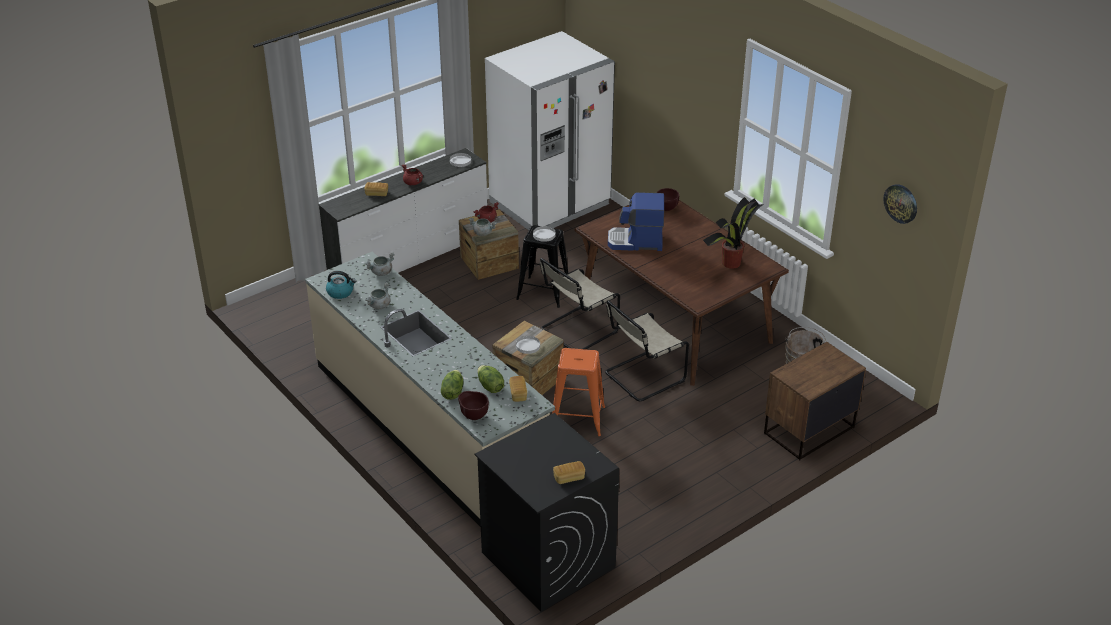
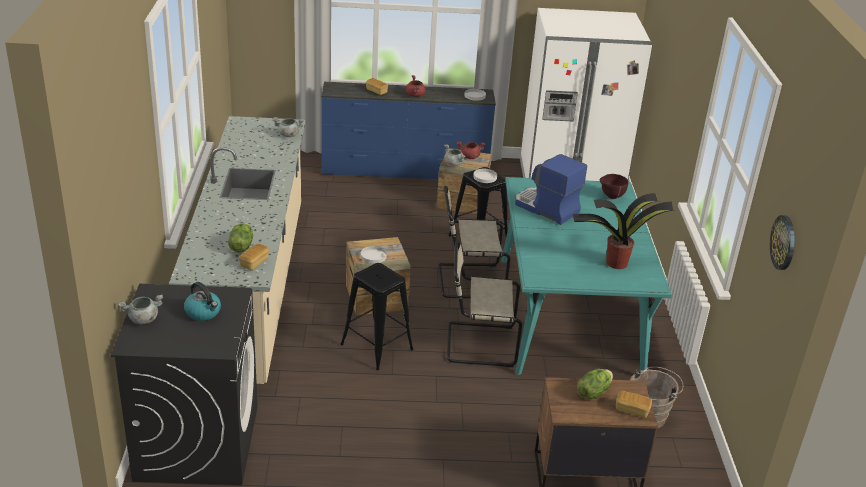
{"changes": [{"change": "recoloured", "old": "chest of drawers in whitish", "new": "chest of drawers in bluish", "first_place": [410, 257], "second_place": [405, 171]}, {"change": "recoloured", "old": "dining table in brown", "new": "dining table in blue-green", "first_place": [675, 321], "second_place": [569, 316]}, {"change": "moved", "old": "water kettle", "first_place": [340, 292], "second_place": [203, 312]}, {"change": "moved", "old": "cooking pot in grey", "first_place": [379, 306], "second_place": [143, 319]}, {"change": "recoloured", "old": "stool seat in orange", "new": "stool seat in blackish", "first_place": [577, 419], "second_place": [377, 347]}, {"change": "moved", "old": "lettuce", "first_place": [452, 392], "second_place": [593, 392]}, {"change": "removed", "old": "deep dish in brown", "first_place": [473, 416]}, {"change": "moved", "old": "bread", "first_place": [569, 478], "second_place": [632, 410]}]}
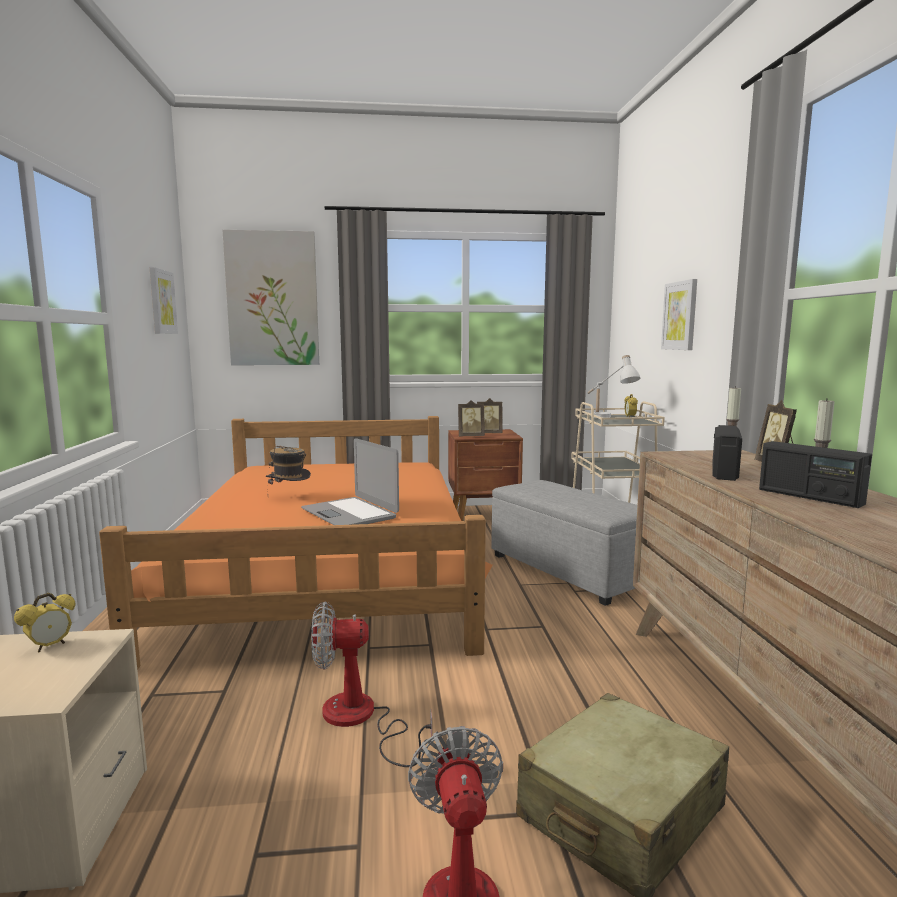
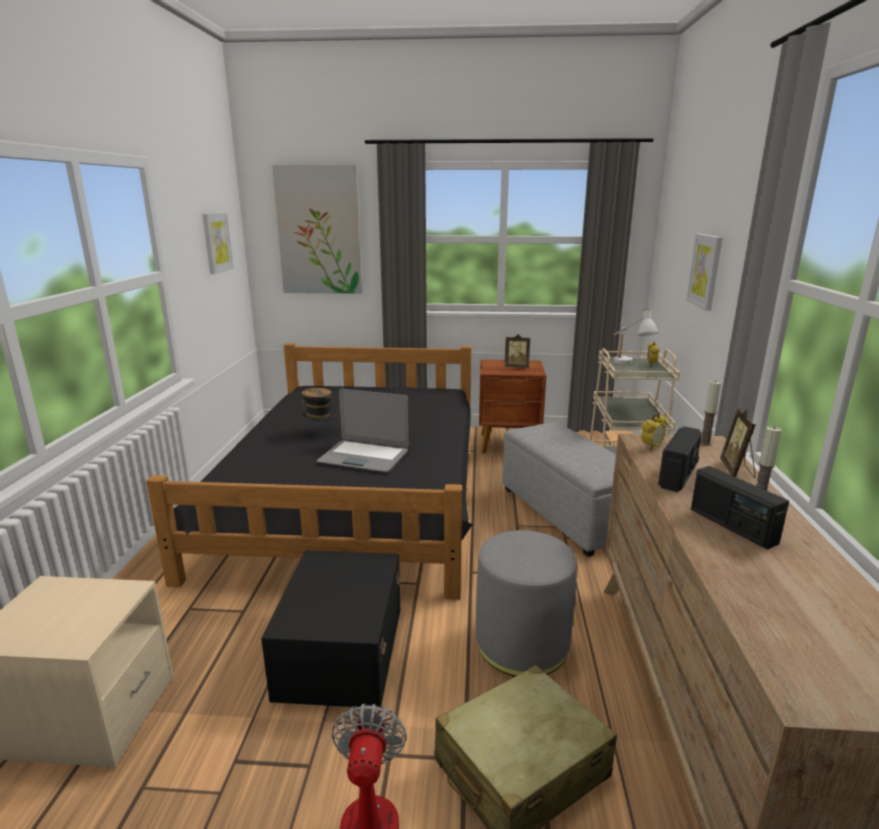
{"changes": [{"change": "removed", "old": "photo frame", "first_place": [470, 436]}, {"change": "recoloured", "old": "bedroom bed in orange", "new": "bedroom bed in blackish", "first_place": [329, 568], "second_place": [355, 492]}, {"change": "turned", "old": "notebook computer", "first_place": [350, 513], "second_place": [364, 457], "degrees": -45}, {"change": "moved", "old": "table clock", "first_place": [50, 646], "second_place": [651, 447]}, {"change": "replaced", "old": "cooling fan", "new": "storage bin in blackish", "first_place": [360, 719], "second_place": [340, 652]}, {"change": "added", "new": "ottoman in grey", "second_place": [522, 644]}]}
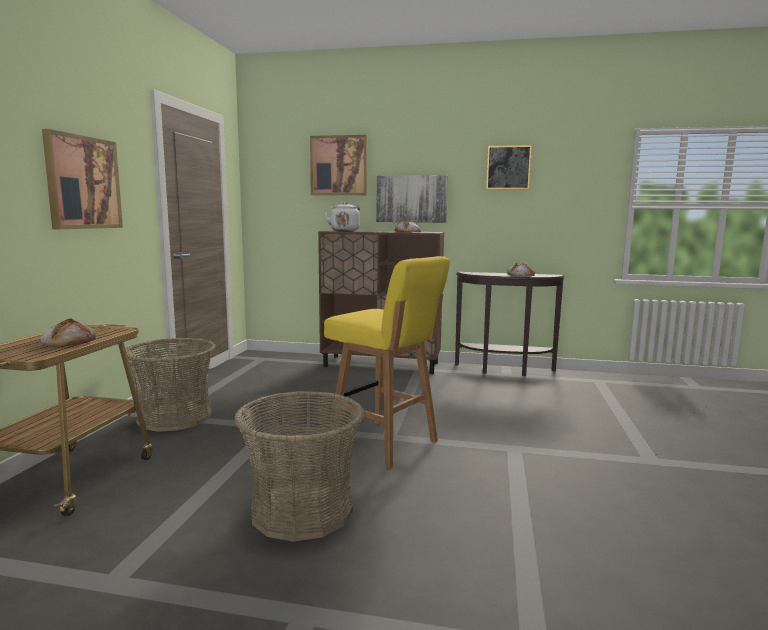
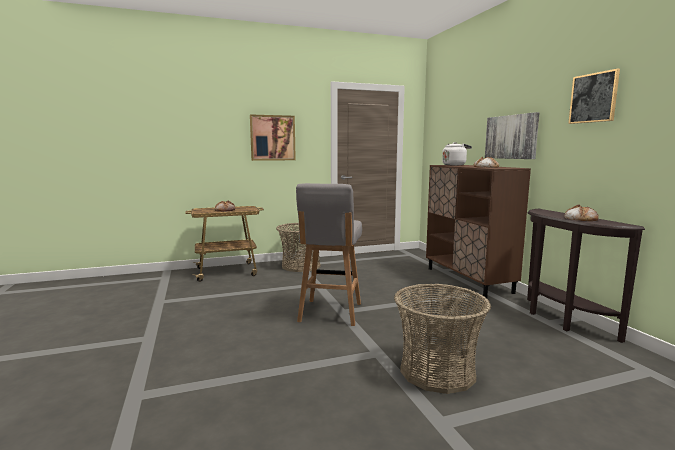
{"changes": [{"change": "removed", "old": "wall picture", "first_place": [339, 165]}, {"change": "recoloured", "old": "stool seat in yellowish", "new": "stool seat in grey", "first_place": [385, 444], "second_place": [330, 313]}, {"change": "moved", "old": "basket", "first_place": [302, 511], "second_place": [437, 371]}]}
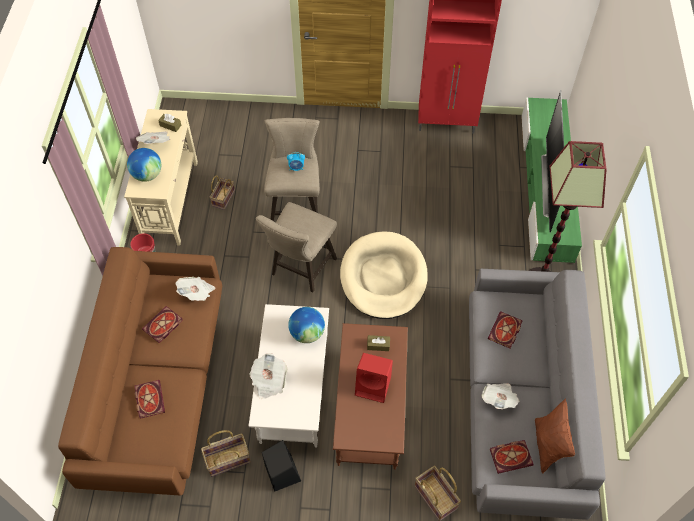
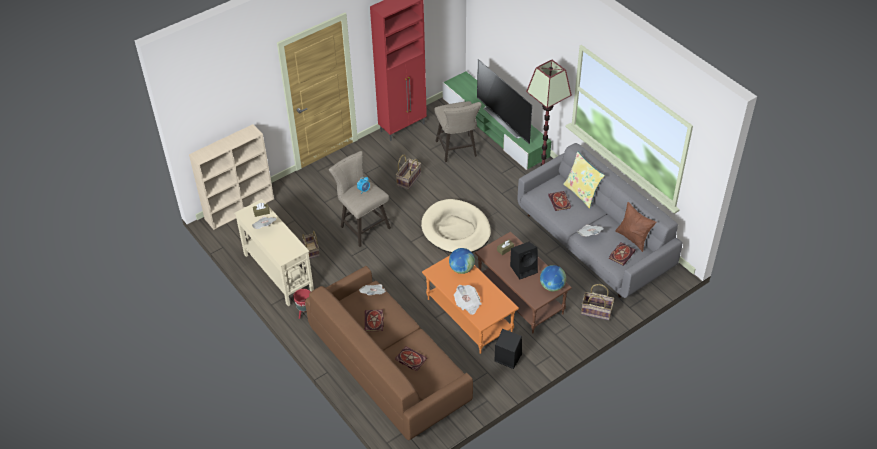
{"changes": [{"change": "moved", "old": "globe", "first_place": [147, 175], "second_place": [552, 286]}, {"change": "moved", "old": "stool seat in beige-coloured", "first_place": [301, 269], "second_place": [457, 150]}, {"change": "recoloured", "old": "low table in whitish", "new": "low table in orange", "first_place": [293, 389], "second_place": [468, 316]}, {"change": "recoloured", "old": "speaker in reddish", "new": "speaker in blackish", "first_place": [374, 386], "second_place": [524, 269]}, {"change": "moved", "old": "basket", "first_place": [228, 459], "second_place": [408, 179]}, {"change": "added", "new": "bookcase in beige-coloured", "second_place": [240, 208]}, {"change": "added", "new": "throw pillow in yellowish", "second_place": [581, 193]}]}
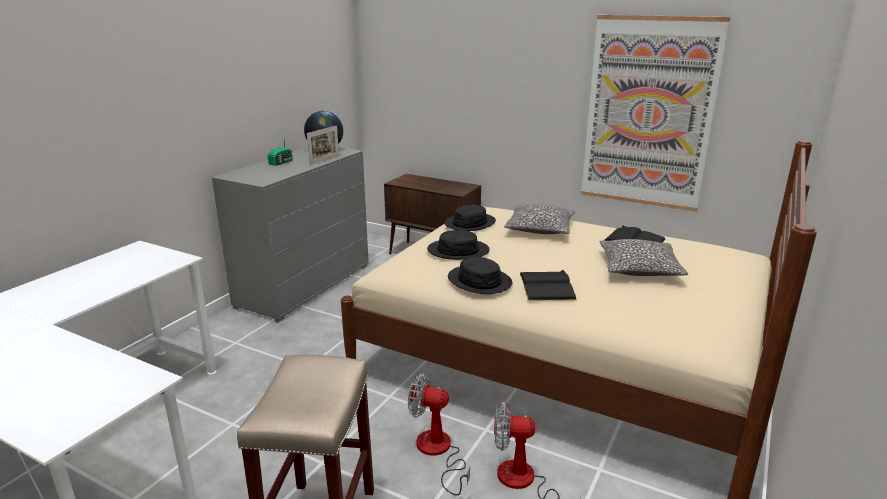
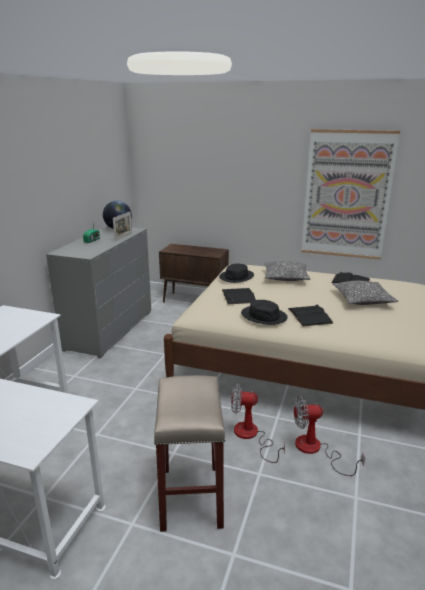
{"changes": [{"change": "replaced", "old": "wearable hat in blackish", "new": "volume in blackish", "first_place": [458, 250], "second_place": [238, 296]}]}
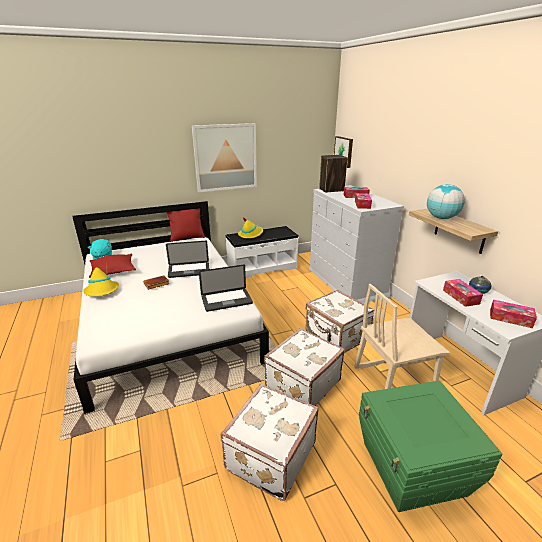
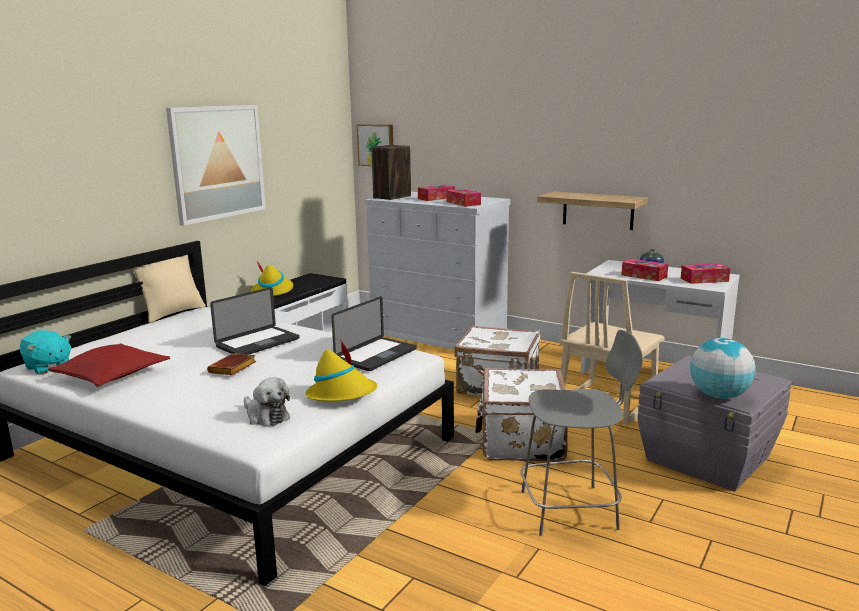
{"changes": [{"change": "moved", "old": "globe", "first_place": [441, 218], "second_place": [719, 396]}, {"change": "recoloured", "old": "throw pillow in reddish", "new": "throw pillow in beige-coloured", "first_place": [187, 238], "second_place": [173, 313]}, {"change": "moved", "old": "wearable hat in yellowish", "first_place": [102, 291], "second_place": [342, 394]}, {"change": "recoloured", "old": "storage bin in greenish", "new": "storage bin in grey", "first_place": [412, 469], "second_place": [708, 459]}, {"change": "replaced", "old": "suitcase in whitish", "new": "plain chair in grey", "first_place": [269, 455], "second_place": [572, 509]}, {"change": "added", "new": "cuddly toy", "second_place": [266, 416]}]}
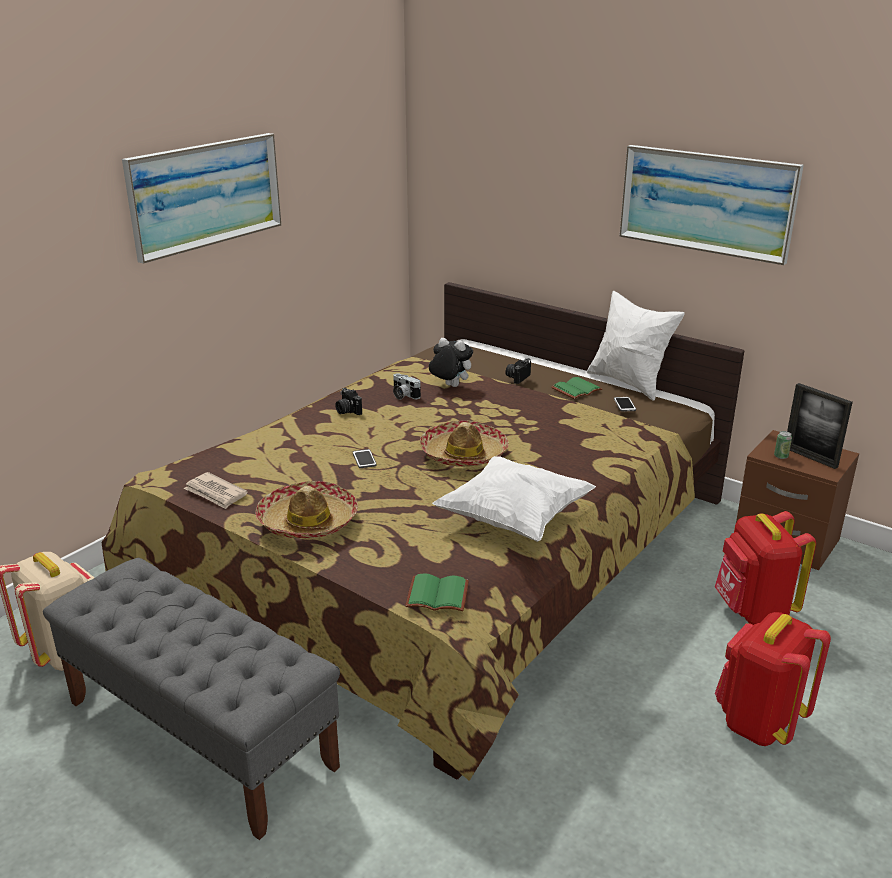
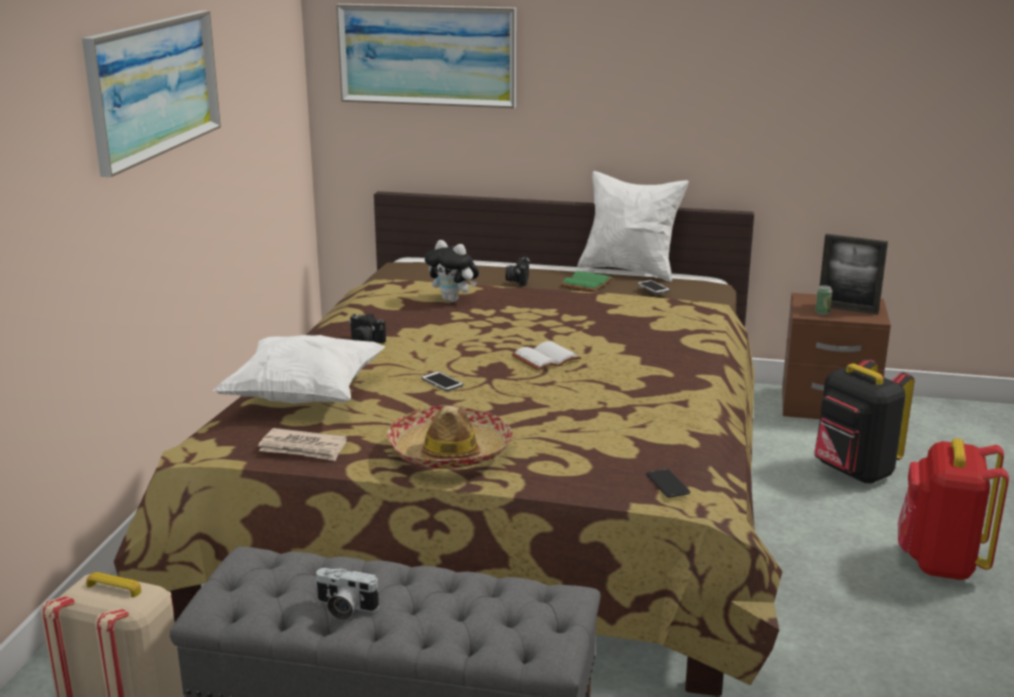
{"changes": [{"change": "moved", "old": "wall picture", "first_place": [706, 202], "second_place": [427, 55]}, {"change": "turned", "old": "cuddly toy", "first_place": [449, 386], "second_place": [453, 300], "degrees": -150}, {"change": "moved", "old": "still camera", "first_place": [403, 395], "second_place": [344, 608]}, {"change": "replaced", "old": "wearable hat", "new": "volume in whitish", "first_place": [464, 454], "second_place": [546, 357]}, {"change": "moved", "old": "throw pillow in whitish", "first_place": [514, 519], "second_place": [304, 397]}, {"change": "recoloured", "old": "rucksack in reddish", "new": "rucksack in blackish", "first_place": [753, 612], "second_place": [853, 472]}, {"change": "replaced", "old": "volume in greenish", "new": "telephone", "first_place": [438, 594], "second_place": [667, 484]}]}
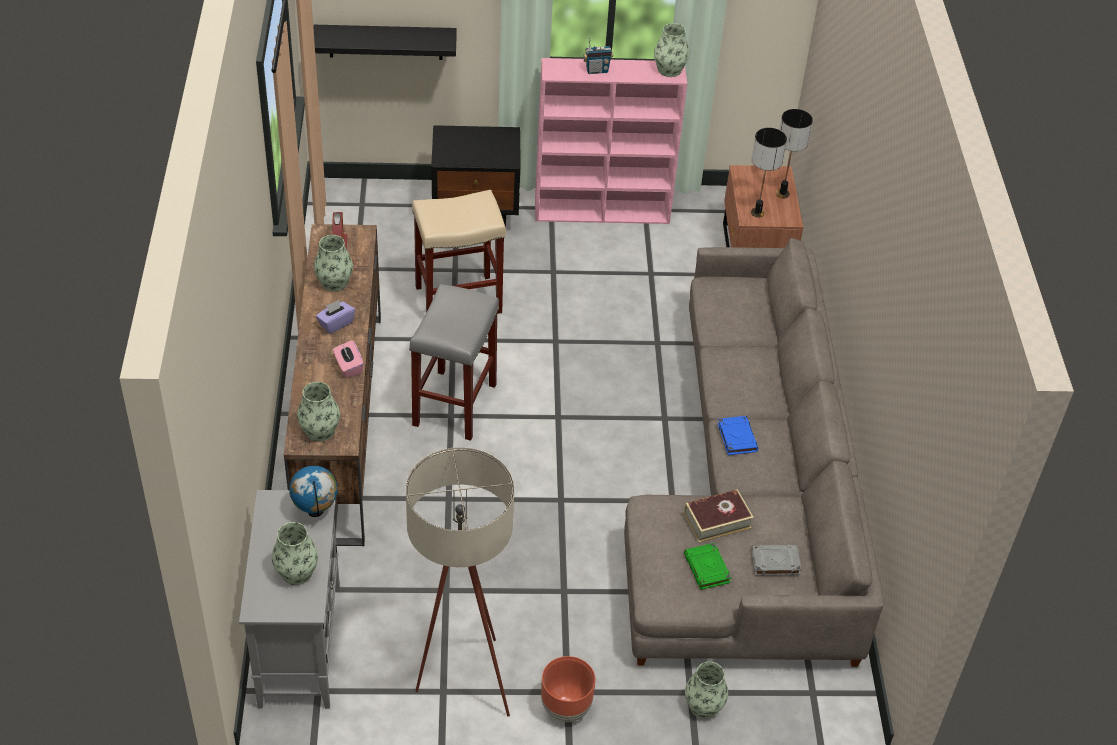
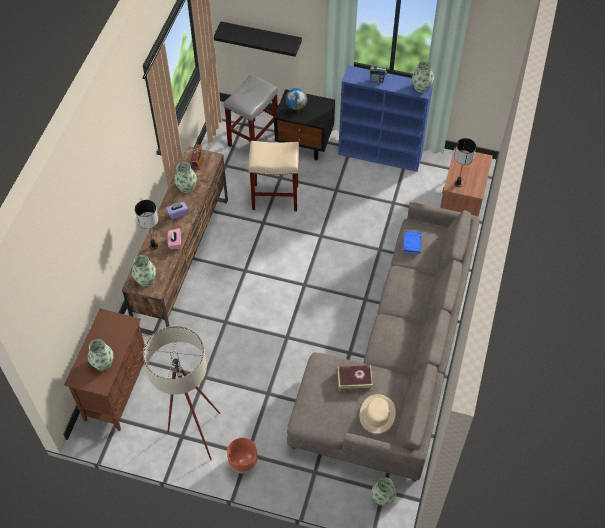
{"changes": [{"change": "recoloured", "old": "bookcase in pinkish", "new": "bookcase in bluish", "first_place": [603, 211], "second_place": [380, 155]}, {"change": "moved", "old": "tabletop lamp", "first_place": [783, 194], "second_place": [153, 246]}, {"change": "moved", "old": "stool seat in grey", "first_place": [454, 403], "second_place": [253, 138]}, {"change": "moved", "old": "volume in bluish", "first_place": [736, 437], "second_place": [411, 243]}, {"change": "moved", "old": "globe", "first_place": [316, 511], "second_place": [296, 110]}, {"change": "recoloured", "old": "storage cabinet in grey", "new": "storage cabinet in brown", "first_place": [300, 644], "second_place": [117, 390]}, {"change": "removed", "old": "volume in greenish", "first_place": [707, 569]}, {"change": "replaced", "old": "volume in grey", "new": "wearable hat in beige-coloured", "first_place": [774, 562], "second_place": [377, 414]}, {"change": "moved", "old": "flower vase", "first_place": [703, 706], "second_place": [382, 497]}]}
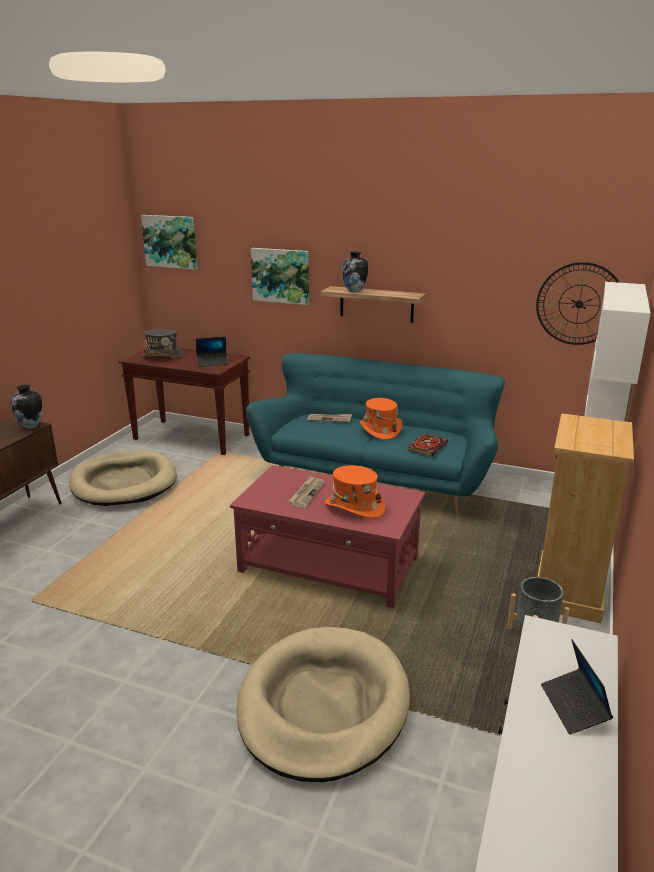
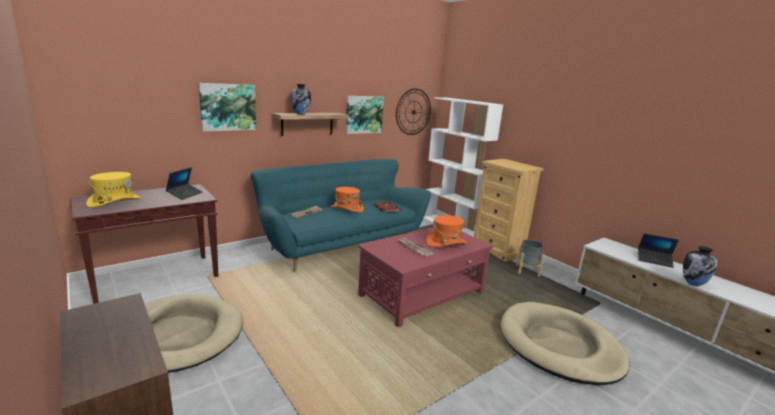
{"changes": [{"change": "moved", "old": "wall picture", "first_place": [170, 241], "second_place": [363, 114]}, {"change": "recoloured", "old": "wearable hat in grey", "new": "wearable hat in yellowish", "first_place": [163, 356], "second_place": [114, 202]}, {"change": "moved", "old": "flower vase", "first_place": [30, 426], "second_place": [693, 284]}]}
